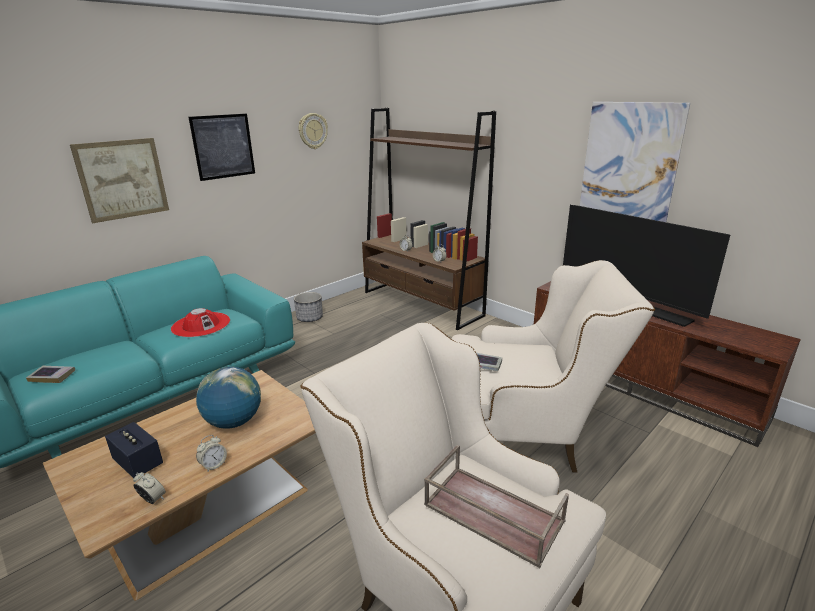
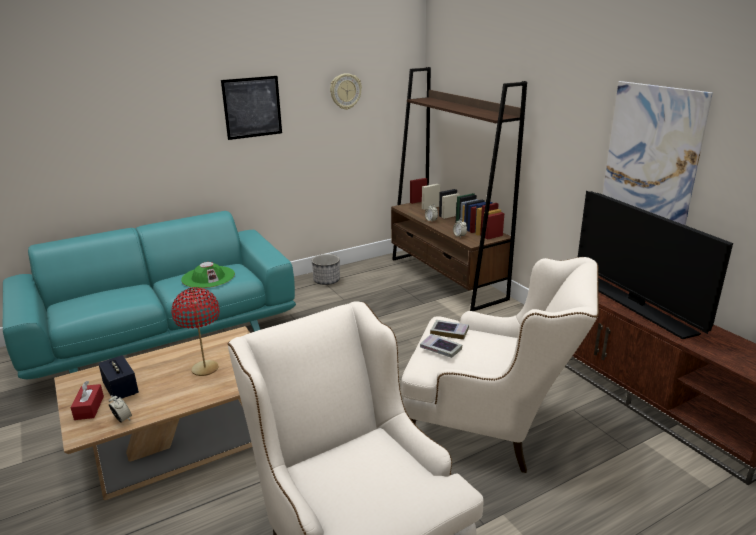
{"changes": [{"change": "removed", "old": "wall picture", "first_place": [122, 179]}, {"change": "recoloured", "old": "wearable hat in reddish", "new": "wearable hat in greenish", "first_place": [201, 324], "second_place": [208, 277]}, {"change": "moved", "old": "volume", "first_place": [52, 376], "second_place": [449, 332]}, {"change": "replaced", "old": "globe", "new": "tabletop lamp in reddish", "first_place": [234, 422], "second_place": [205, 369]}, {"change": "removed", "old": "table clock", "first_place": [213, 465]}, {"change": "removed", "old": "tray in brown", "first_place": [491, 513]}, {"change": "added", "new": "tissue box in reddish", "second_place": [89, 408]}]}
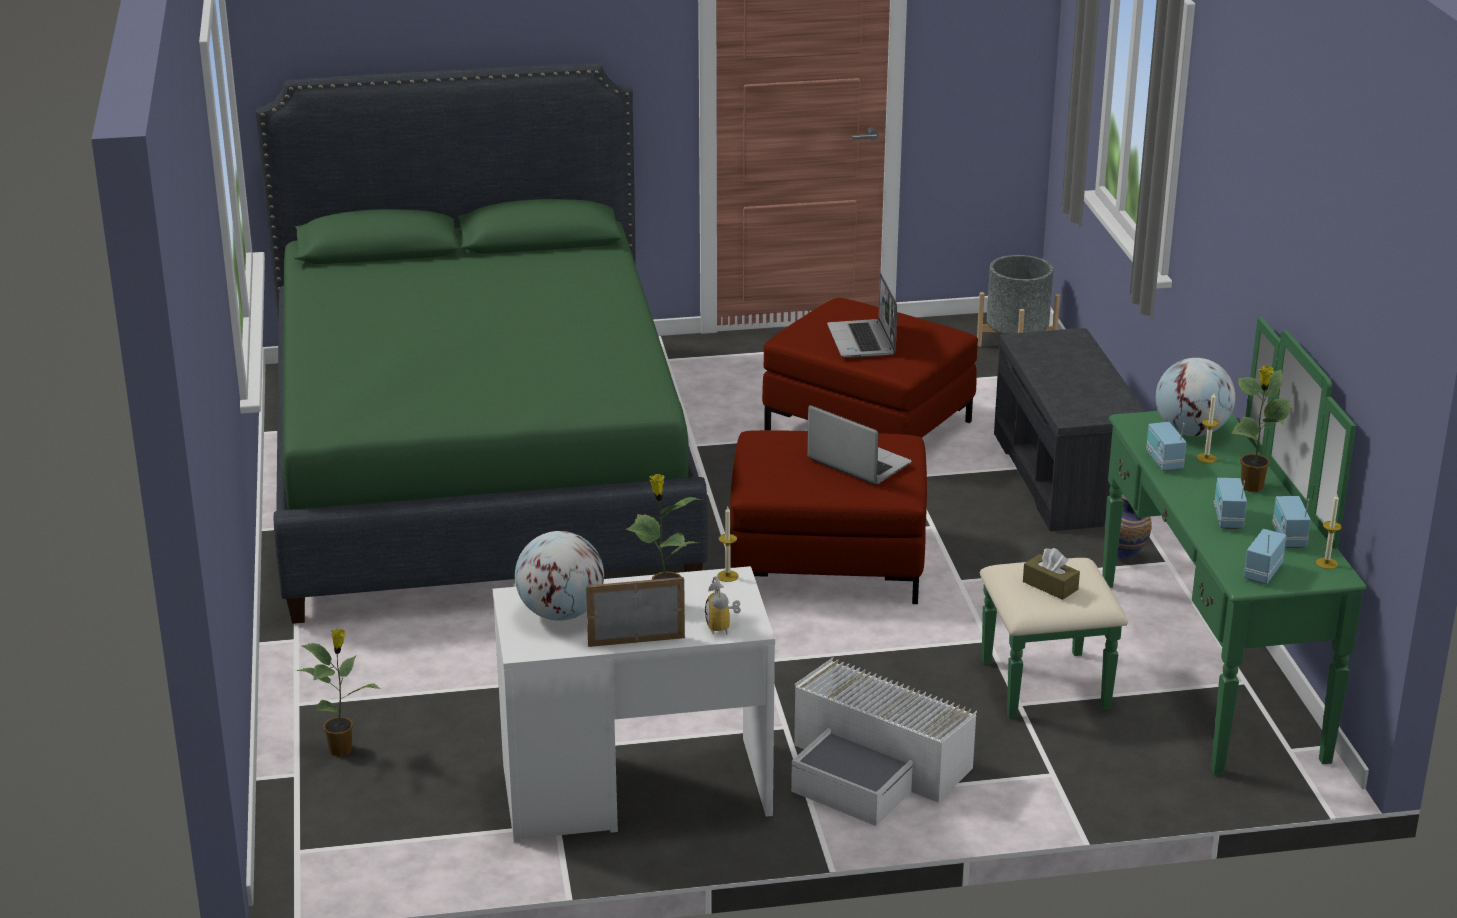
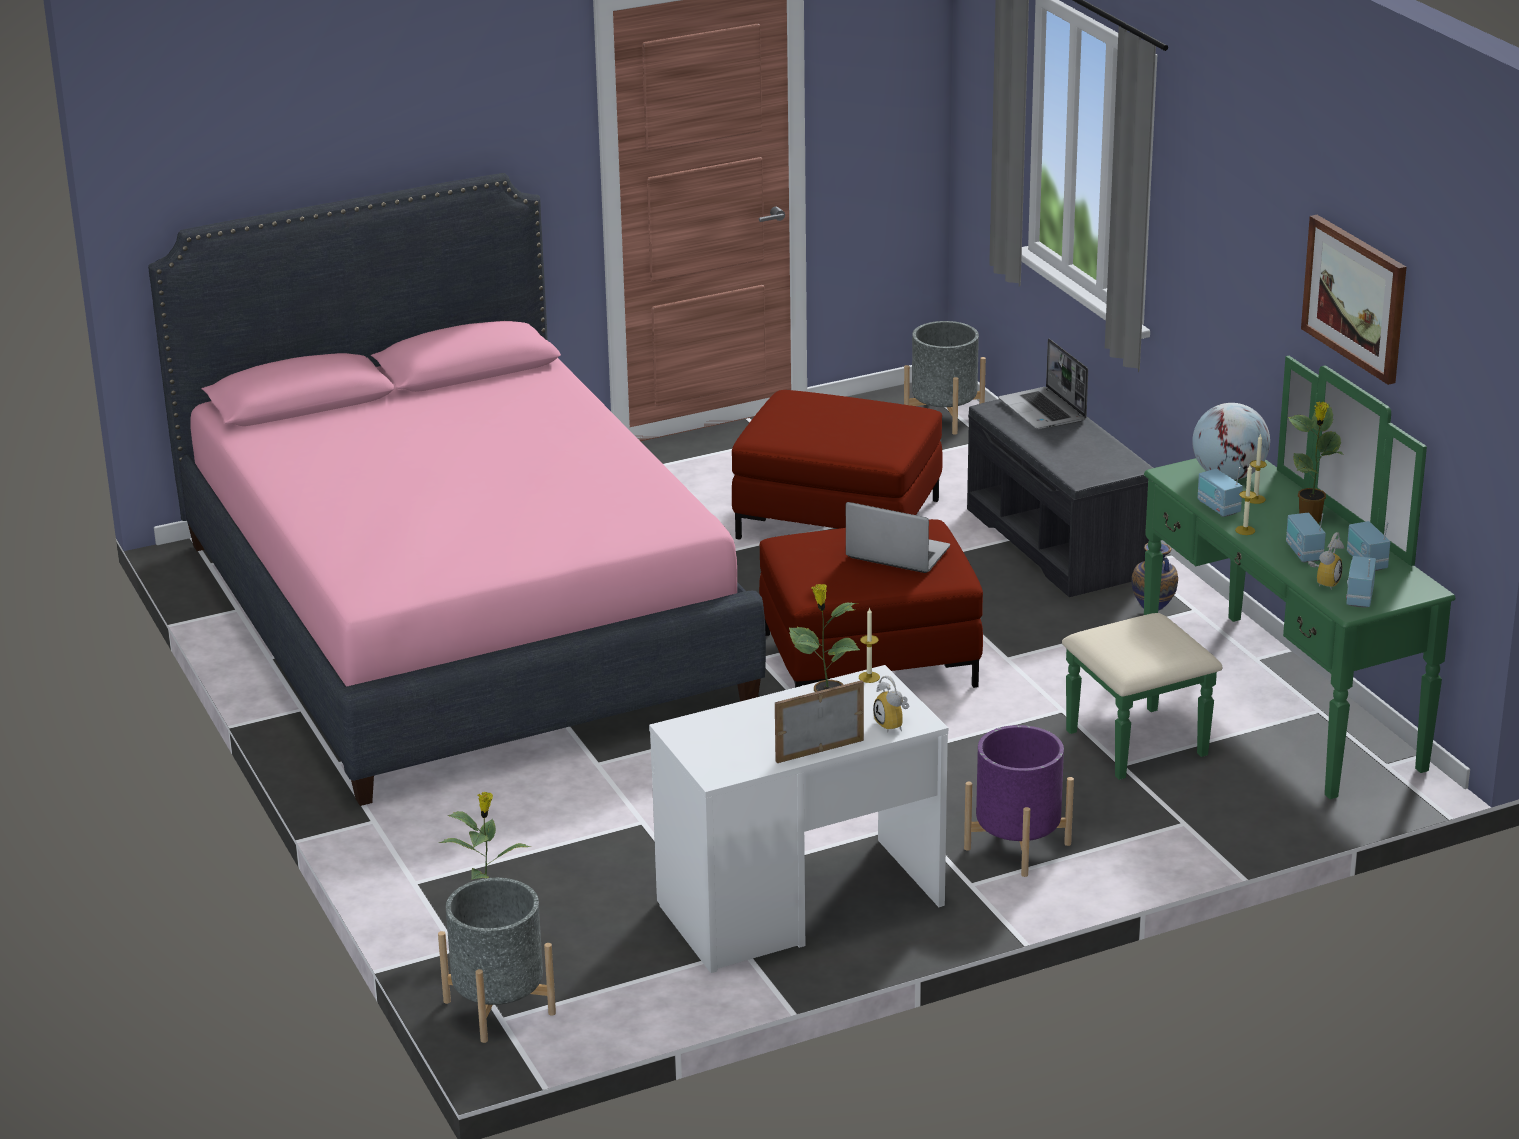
{"changes": [{"change": "recoloured", "old": "bedroom bed in greenish", "new": "bedroom bed in pinkish", "first_place": [478, 467], "second_place": [460, 620]}, {"change": "moved", "old": "notebook computer", "first_place": [862, 341], "second_place": [1044, 411]}, {"change": "moved", "old": "wax candle", "first_place": [1326, 563], "second_place": [1245, 530]}, {"change": "removed", "old": "globe", "first_place": [560, 613]}, {"change": "removed", "old": "tissue box in brown", "first_place": [1050, 586]}, {"change": "replaced", "old": "storage bin in whitish", "new": "plant pot in purplish", "first_place": [875, 768], "second_place": [1017, 846]}, {"change": "added", "new": "wall picture", "second_place": [1355, 297]}, {"change": "added", "new": "table clock", "second_place": [1324, 582]}, {"change": "added", "new": "plant pot in grey", "second_place": [499, 1007]}]}
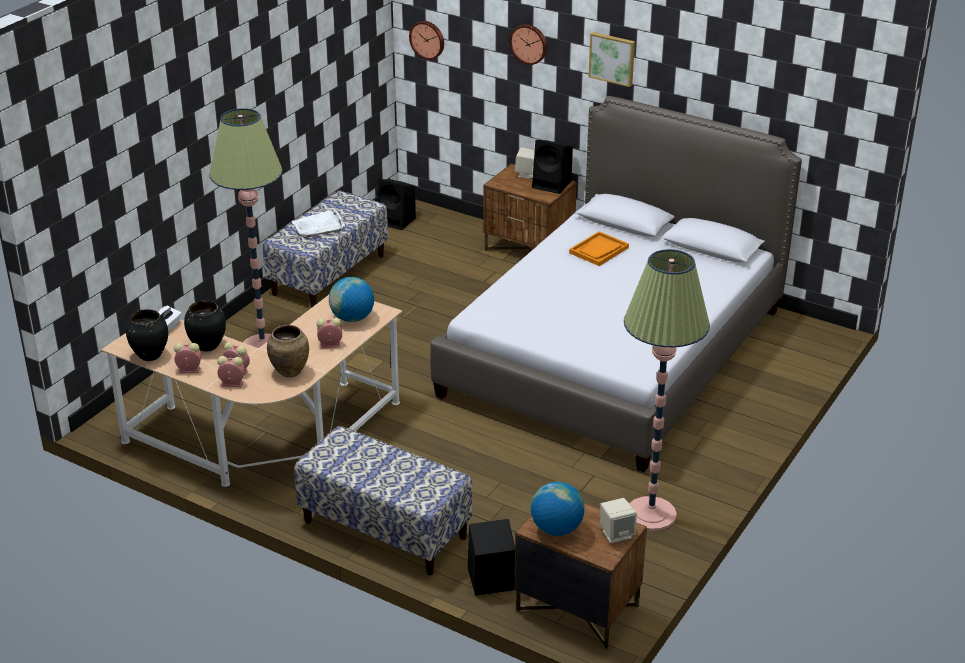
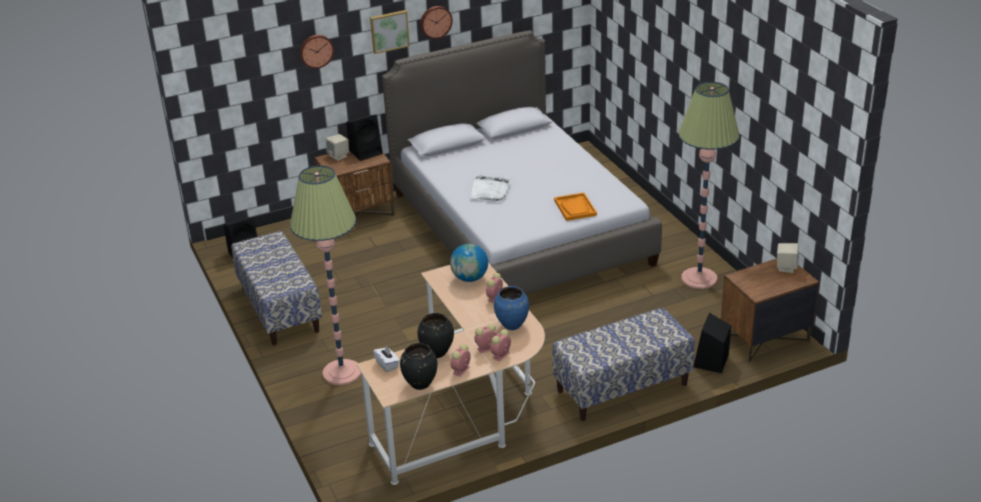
{"changes": [{"change": "moved", "old": "hanging clock", "first_place": [427, 39], "second_place": [435, 21]}, {"change": "moved", "old": "tray in whitish", "first_place": [318, 226], "second_place": [490, 190]}, {"change": "moved", "old": "tray in orange", "first_place": [599, 250], "second_place": [575, 208]}, {"change": "recoloured", "old": "flower vase in brown", "new": "flower vase in bluish", "first_place": [290, 372], "second_place": [512, 325]}, {"change": "removed", "old": "globe", "first_place": [556, 529]}]}
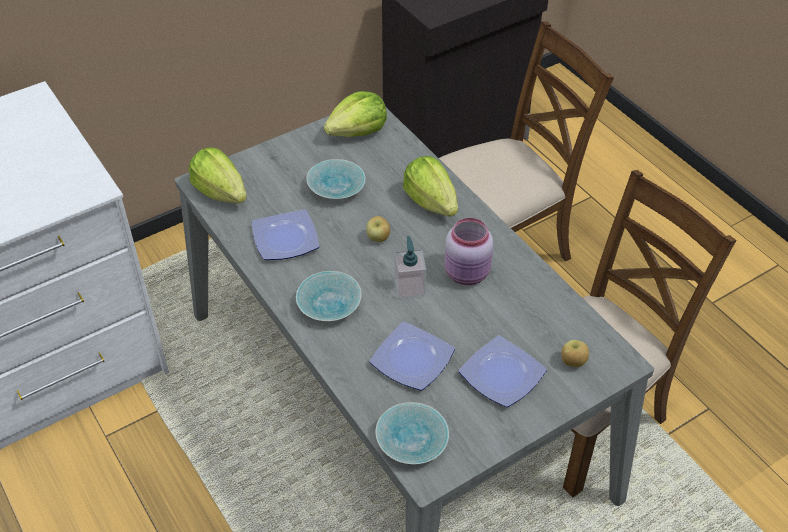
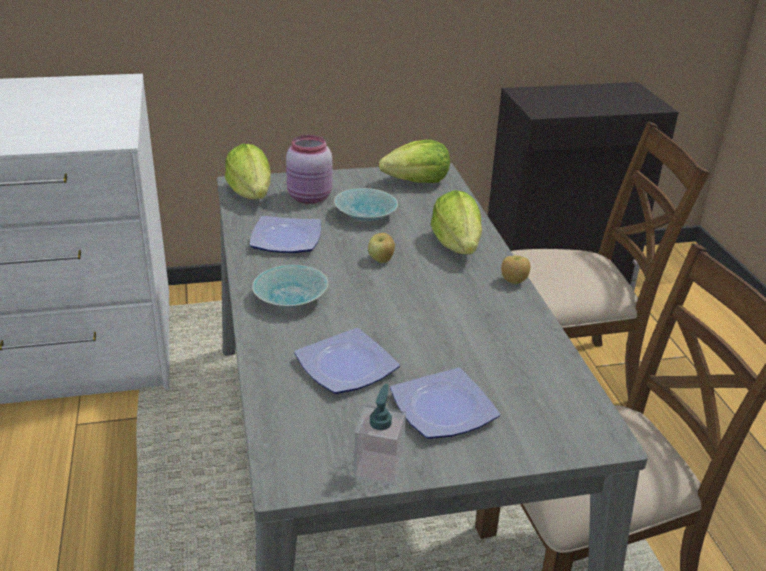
{"changes": [{"change": "moved", "old": "jar in pinkish", "first_place": [468, 274], "second_place": [310, 198]}, {"change": "moved", "old": "soap dispenser", "first_place": [409, 287], "second_place": [378, 467]}, {"change": "moved", "old": "apple fruit", "first_place": [572, 362], "second_place": [513, 281]}, {"change": "removed", "old": "deep dish in blue-green", "first_place": [411, 439]}]}
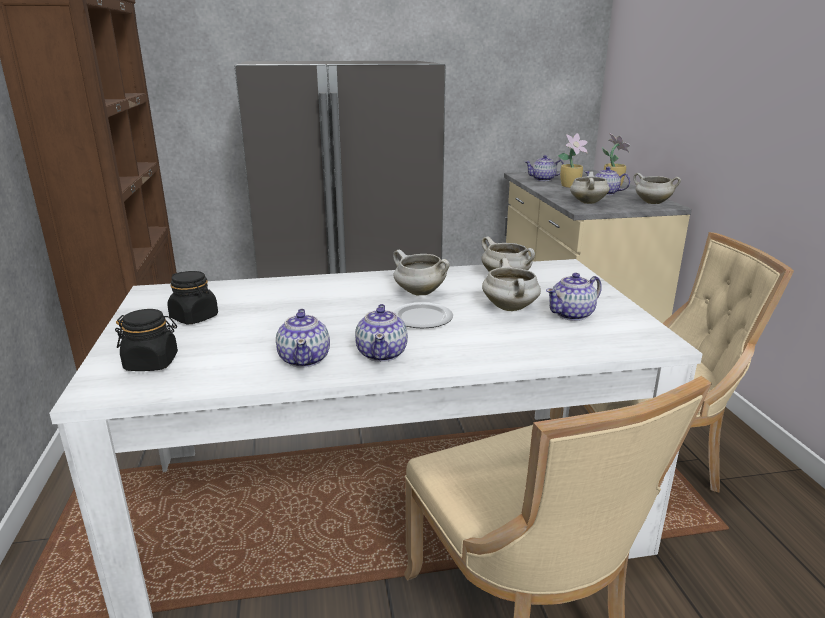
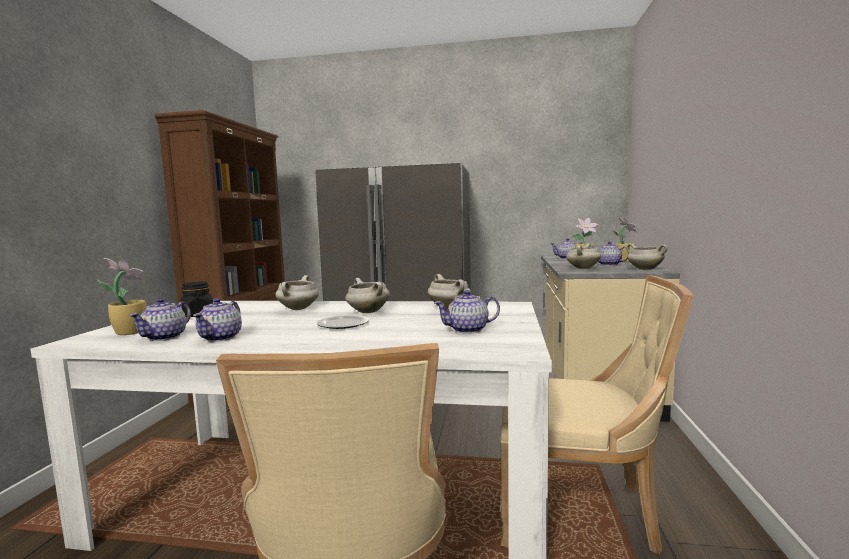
{"changes": [{"change": "moved", "old": "cooking pot in whitish", "first_place": [511, 308], "second_place": [298, 309]}, {"change": "moved", "old": "teapot", "first_place": [382, 353], "second_place": [165, 337]}, {"change": "replaced", "old": "jar in blackish", "new": "plant in a pot", "first_place": [152, 363], "second_place": [130, 332]}]}
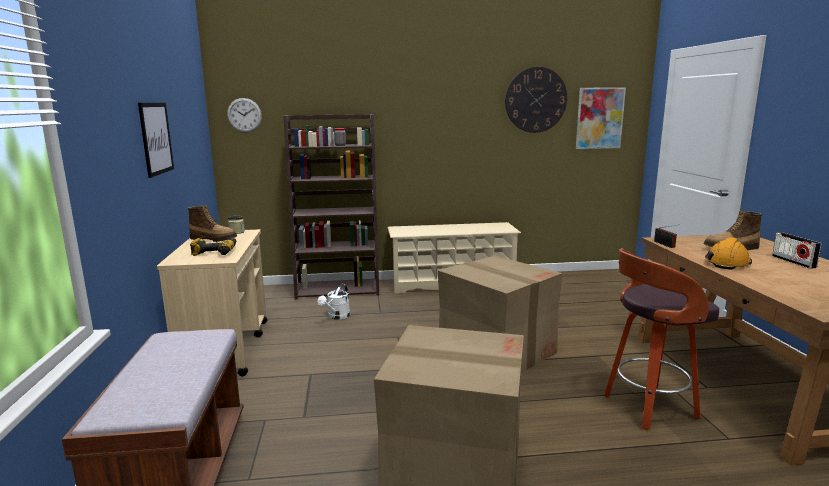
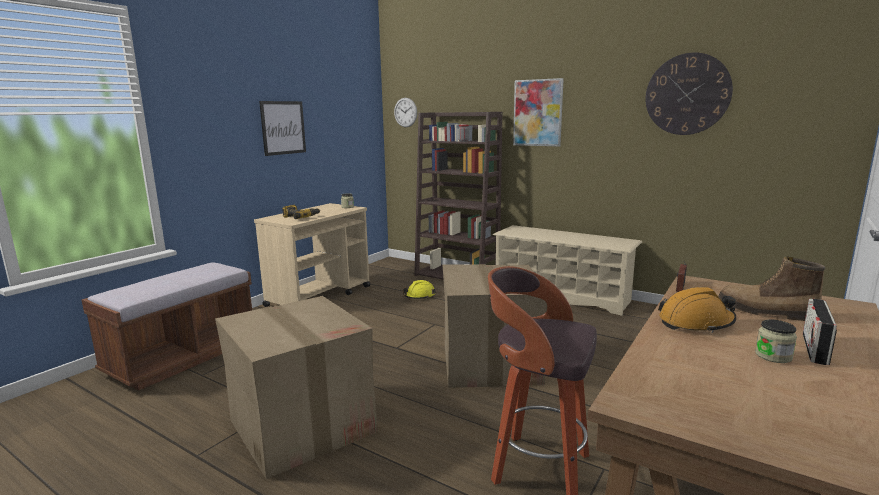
{"changes": [{"change": "moved", "old": "wall picture", "first_place": [599, 118], "second_place": [537, 113]}, {"change": "removed", "old": "high-top boot", "first_place": [214, 239]}, {"change": "replaced", "old": "watering pot in whitish", "new": "safety helmet in yellowish", "first_place": [337, 317], "second_place": [419, 296]}, {"change": "added", "new": "jar", "second_place": [773, 356]}]}
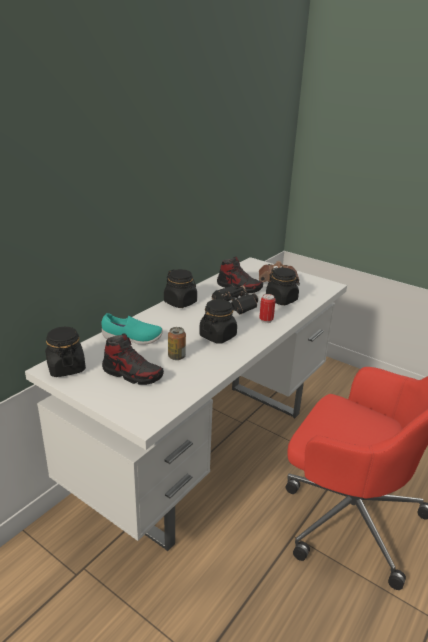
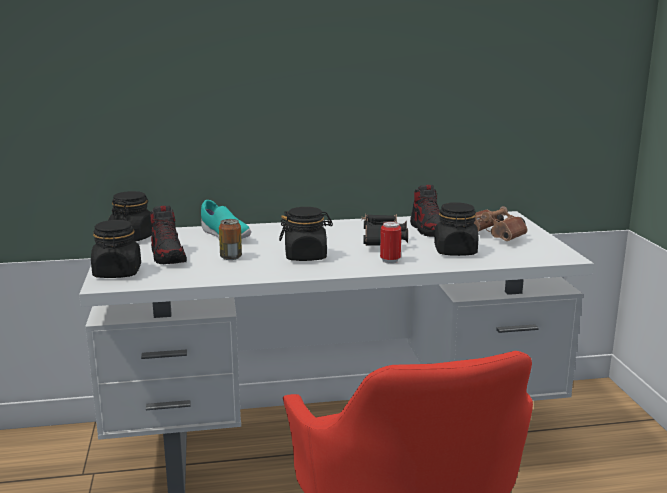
{"changes": [{"change": "moved", "old": "jar in blackish", "first_place": [180, 302], "second_place": [117, 273]}]}
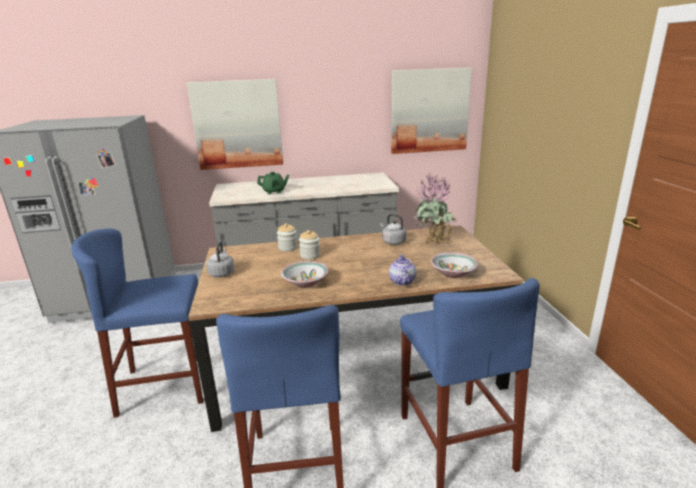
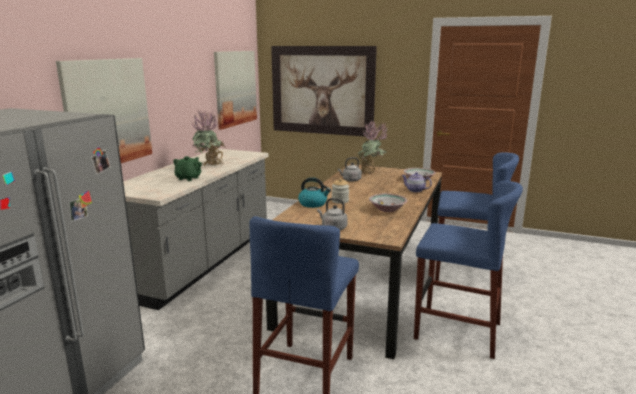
{"changes": [{"change": "replaced", "old": "jar", "new": "water kettle", "first_place": [288, 248], "second_place": [313, 204]}, {"change": "added", "new": "wall picture", "second_place": [322, 90]}, {"change": "added", "new": "plant in a pot", "second_place": [210, 166]}]}
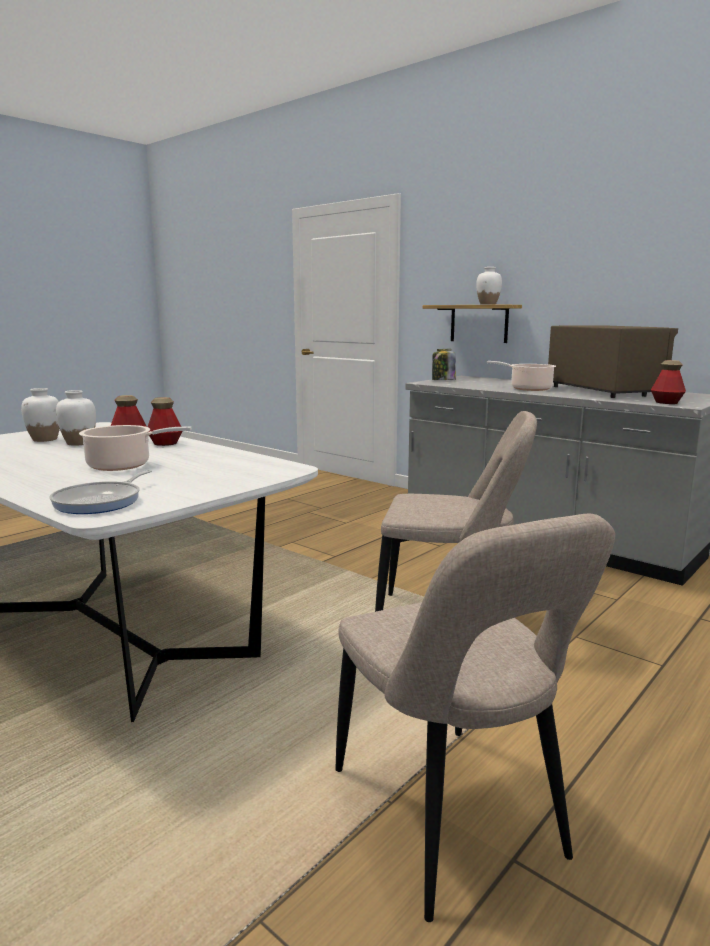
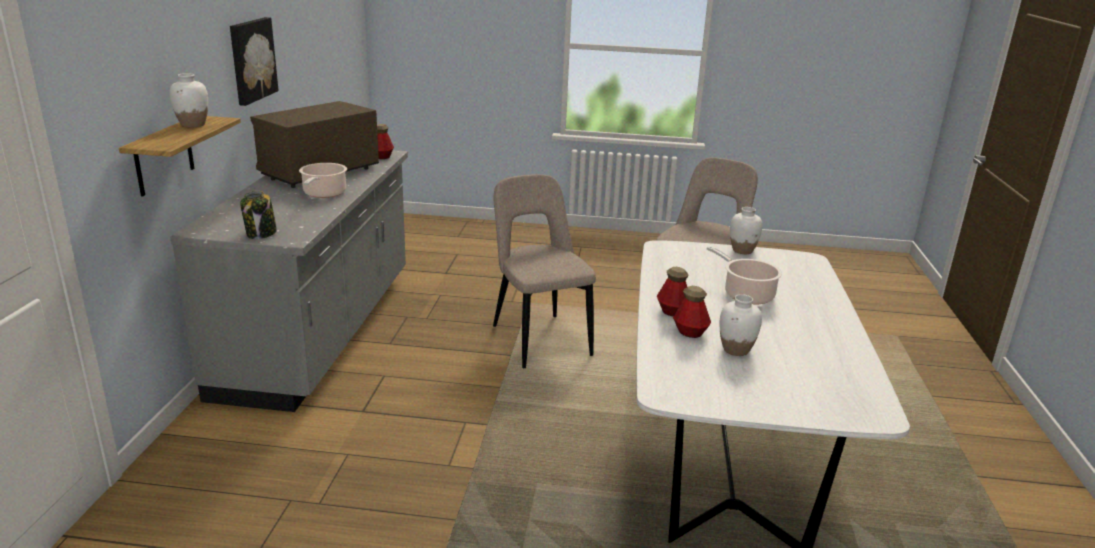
{"changes": [{"change": "moved", "old": "flower vase in whitish", "first_place": [45, 439], "second_place": [742, 250]}, {"change": "removed", "old": "skillet", "first_place": [101, 502]}, {"change": "added", "new": "wall picture", "second_place": [251, 60]}]}
